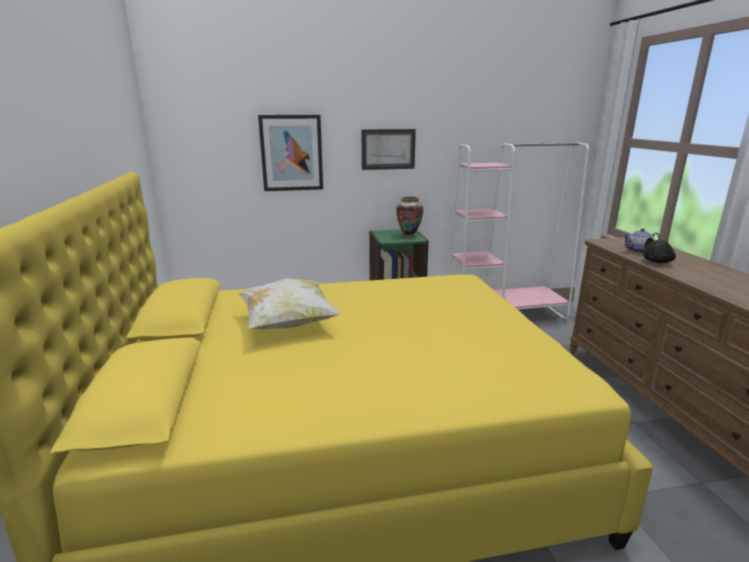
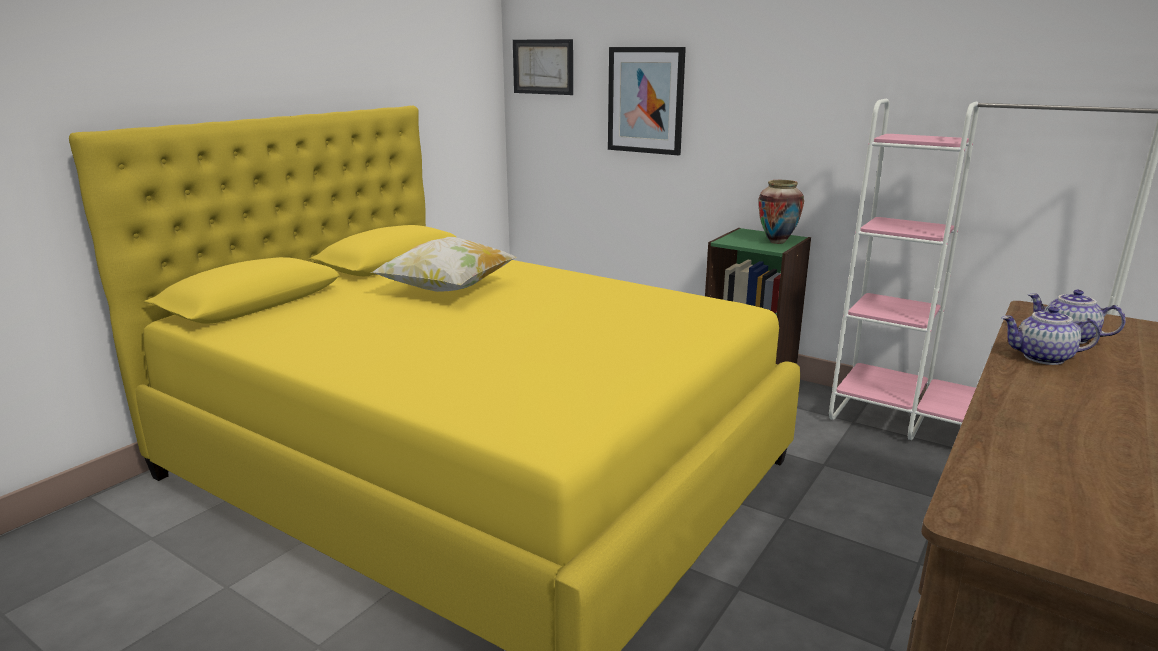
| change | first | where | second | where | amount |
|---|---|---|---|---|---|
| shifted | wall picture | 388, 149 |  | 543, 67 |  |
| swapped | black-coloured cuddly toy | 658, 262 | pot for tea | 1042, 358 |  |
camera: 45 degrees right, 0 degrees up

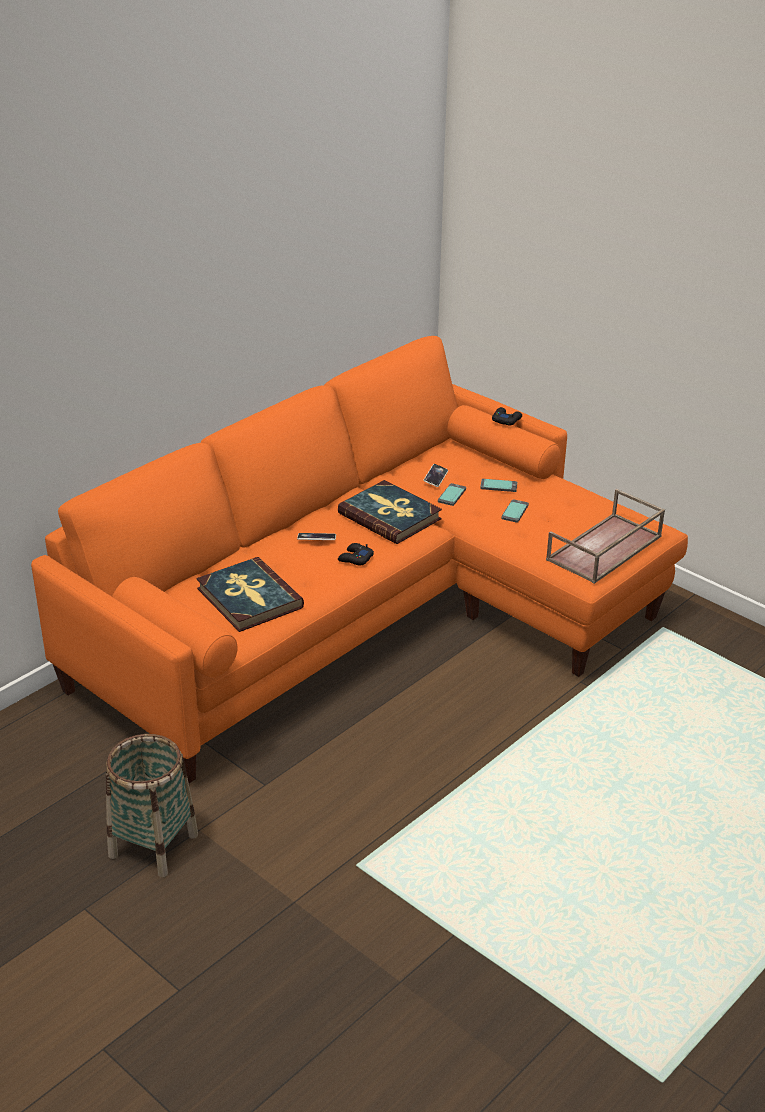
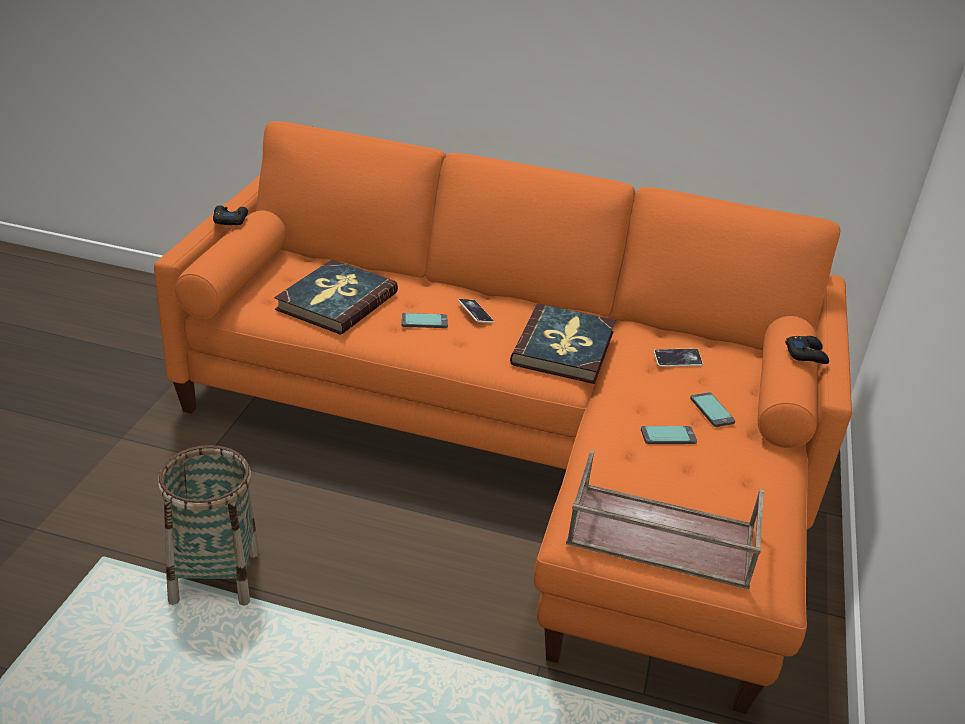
| change | first | where | second | where | amount |
|---|---|---|---|---|---|
| shifted | household basket | 154, 845 |  | 215, 577 |  |
| shifted | black-coloured gamepad | 355, 558 |  | 230, 220 |  |
| shifted | phone | 451, 495 |  | 424, 321 |  |
camera: 60 degrees right, 0 degrees up

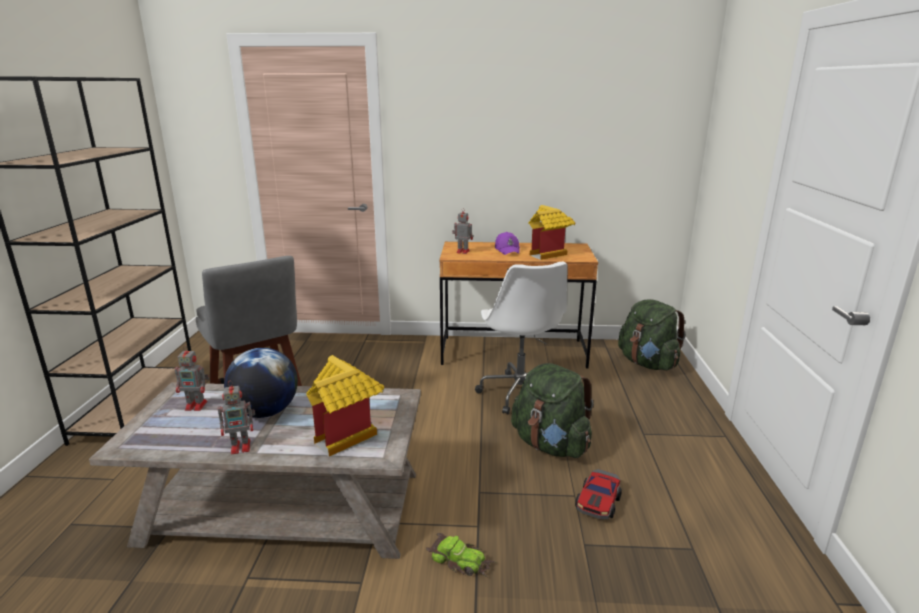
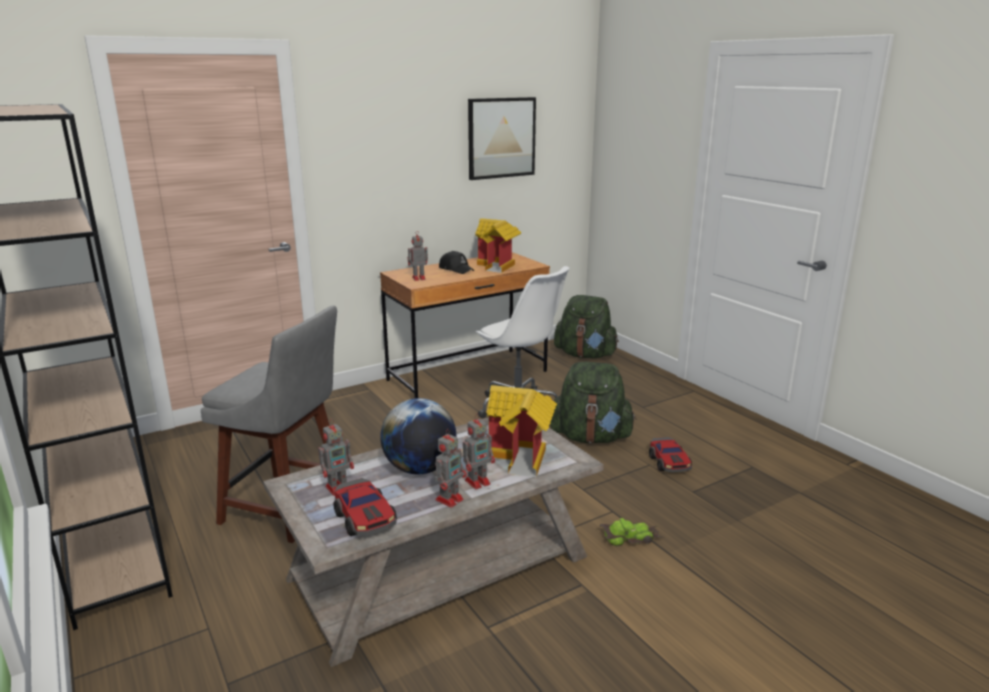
| change | first | where | second | where | amount |
|---|---|---|---|---|---|
| new |  |  | toy car | 365, 518 |  |
| new |  |  | model robot | 478, 481 |  |
| new |  |  | wall picture | 501, 138 |  |
| repainted | purplish cap | 507, 250 | black-coloured cap | 456, 269 |  |
camera: 35 degrees left, 0 degrees up

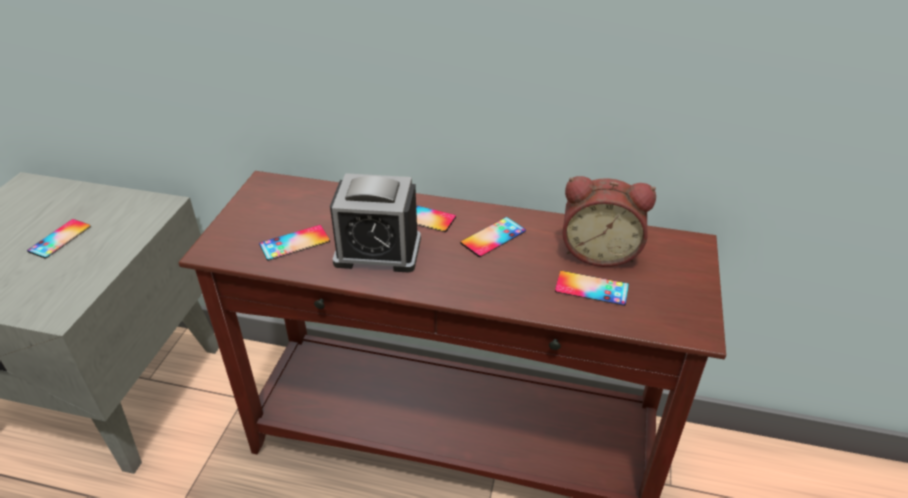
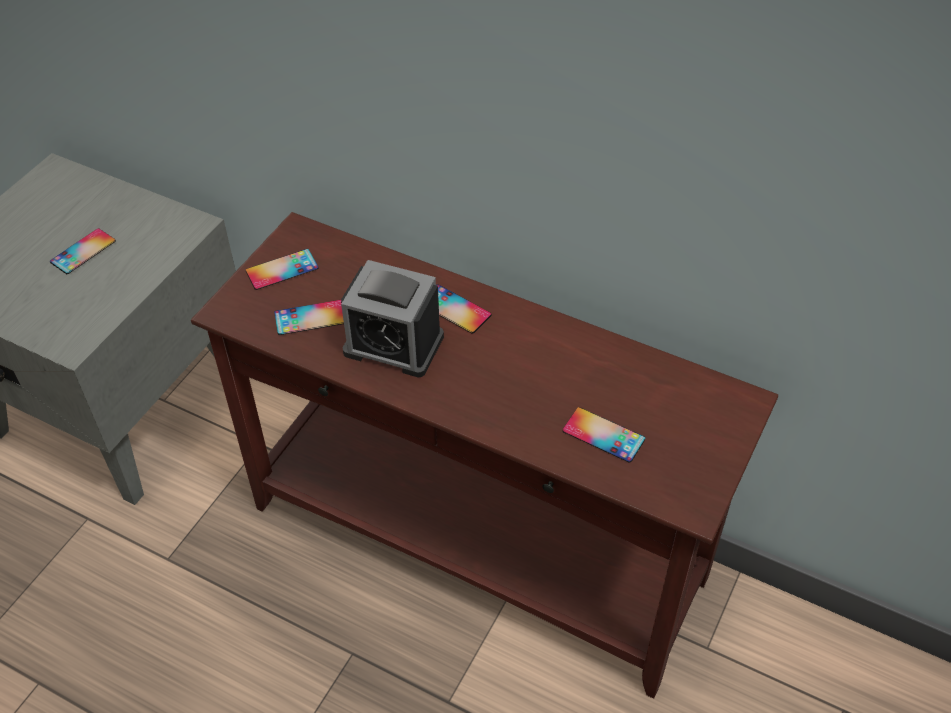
| change | first | where | second | where | amount |
|---|---|---|---|---|---|
| gone | alarm clock | 599, 251 |  |  |  |
| shifted | phone | 493, 237 |  | 282, 269 |  |
camera: 15 degrees right, 10 degrees up

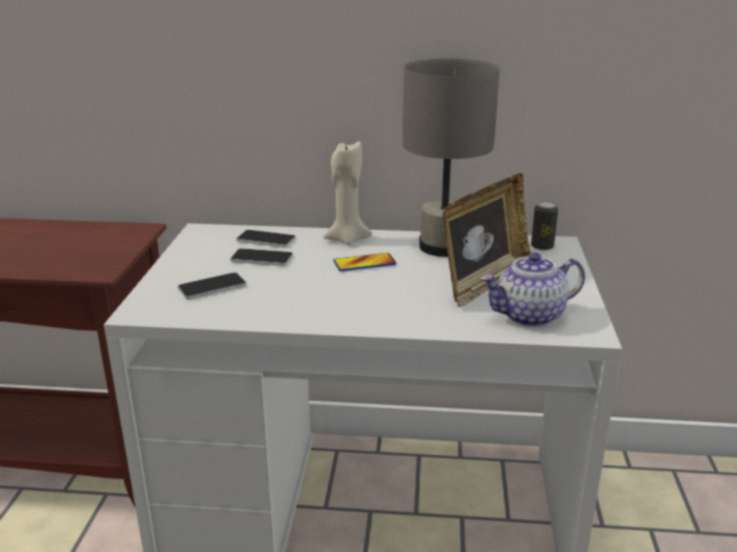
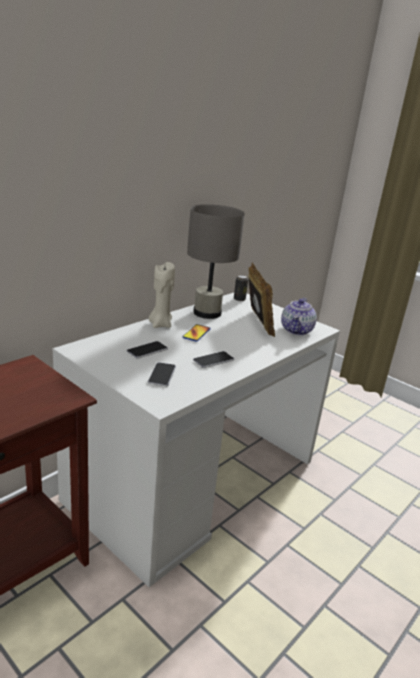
| change | first | where | second | where | amount |
|---|---|---|---|---|---|
| shifted | phone | 266, 240 |  | 213, 360 |  |
camera: 55 degrees left, 0 degrees up

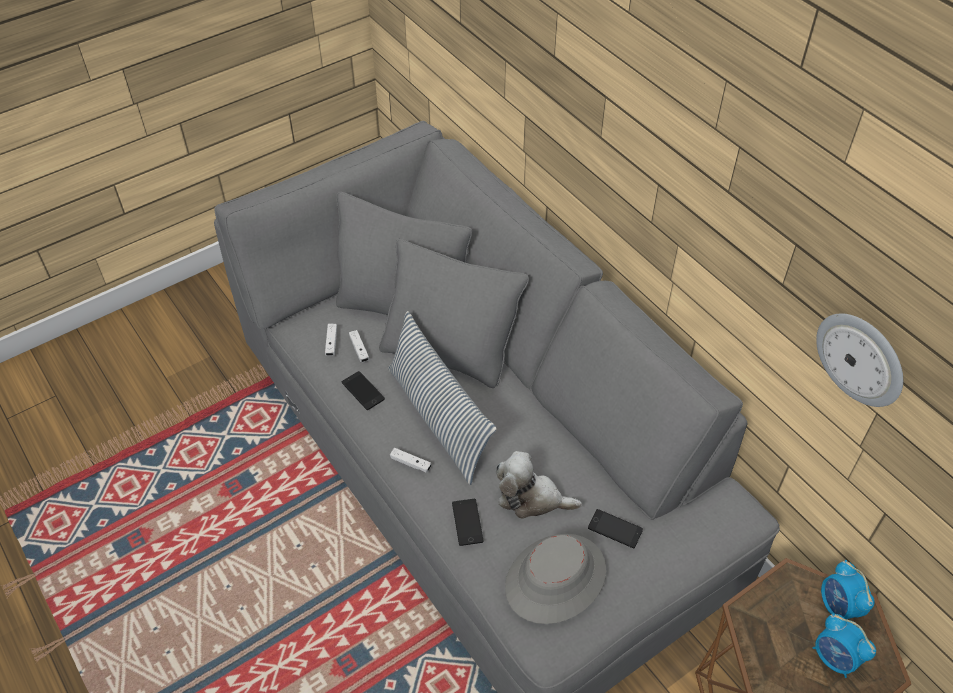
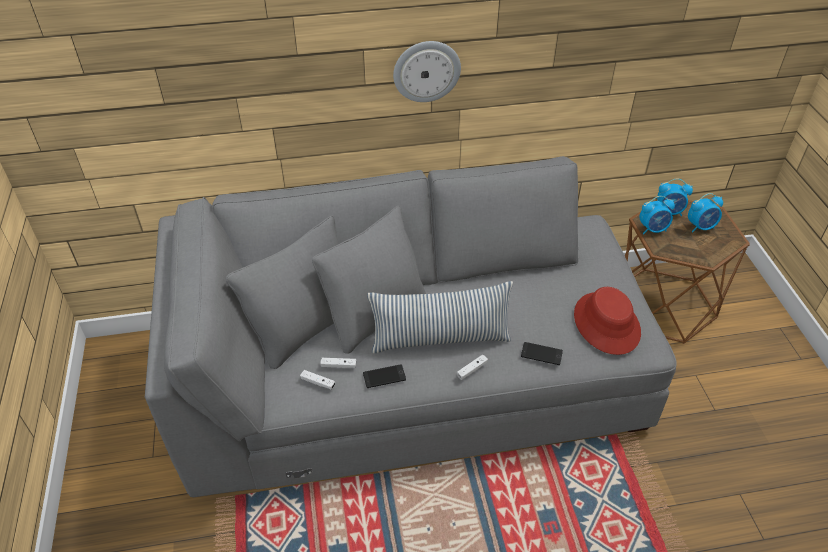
| change | first | where | second | where | amount |
|---|---|---|---|---|---|
| gone | cuddly toy | 531, 498 |  |  |  |
| gone | phone | 615, 529 |  |  |  |
| new |  |  | alarm clock | 653, 229 |  |
| shifted | hanging clock | 861, 358 |  | 426, 71 |  |
| repainted | grey clothing hat | 556, 579 | red-coloured clothing hat | 607, 323 |  |
camera: 65 degrees left, 5 degrees down

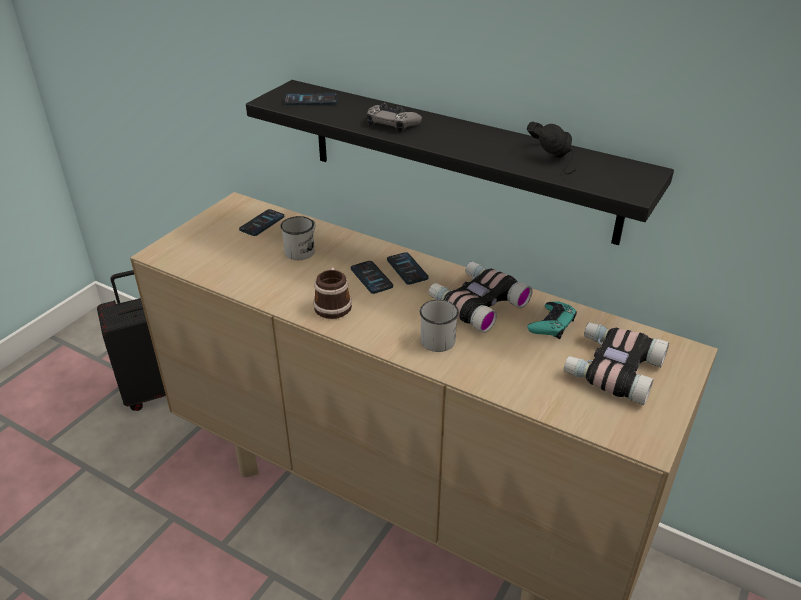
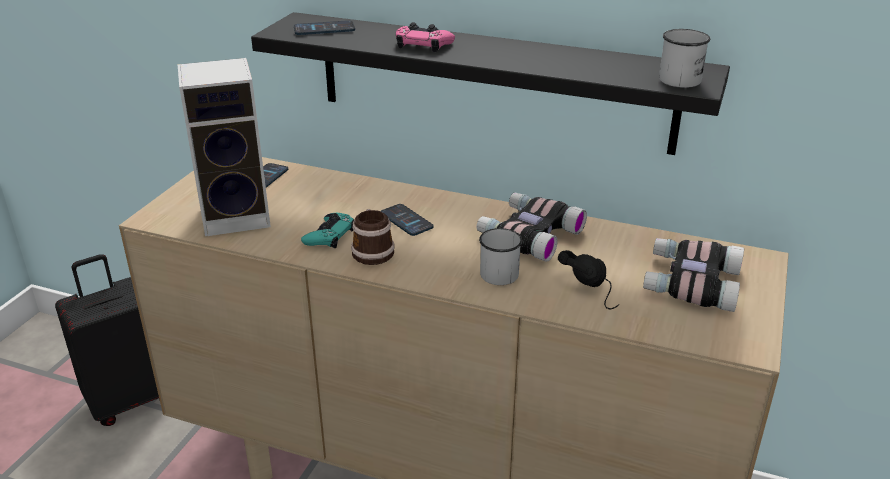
| change | first | where | second | where | amount |
|---|---|---|---|---|---|
| gone | phone | 407, 269 |  |  |  |
| new |  |  | speaker | 238, 216 |  |
| shifted | whitish mug | 303, 250 |  | 680, 77 |  |
| shifted | black-coloured pair of headphones | 559, 159 |  | 594, 288 |  |
| shifted | blue-green gamepad | 552, 324 |  | 329, 235 |  |
| repainted | grey gamepad | 392, 123 | pink-coloured gamepad | 423, 44 |  |
camera: 10 degrees left, 5 degrees down

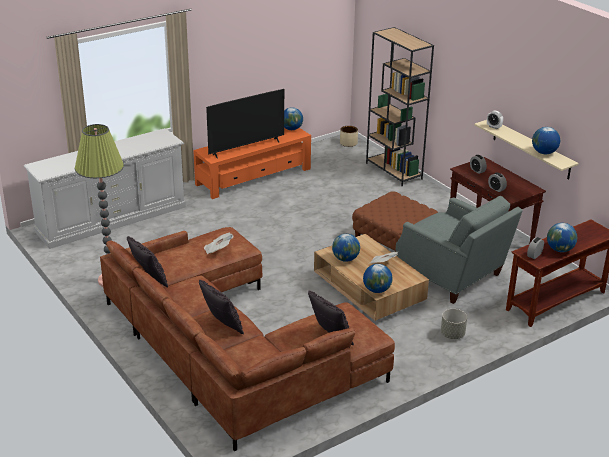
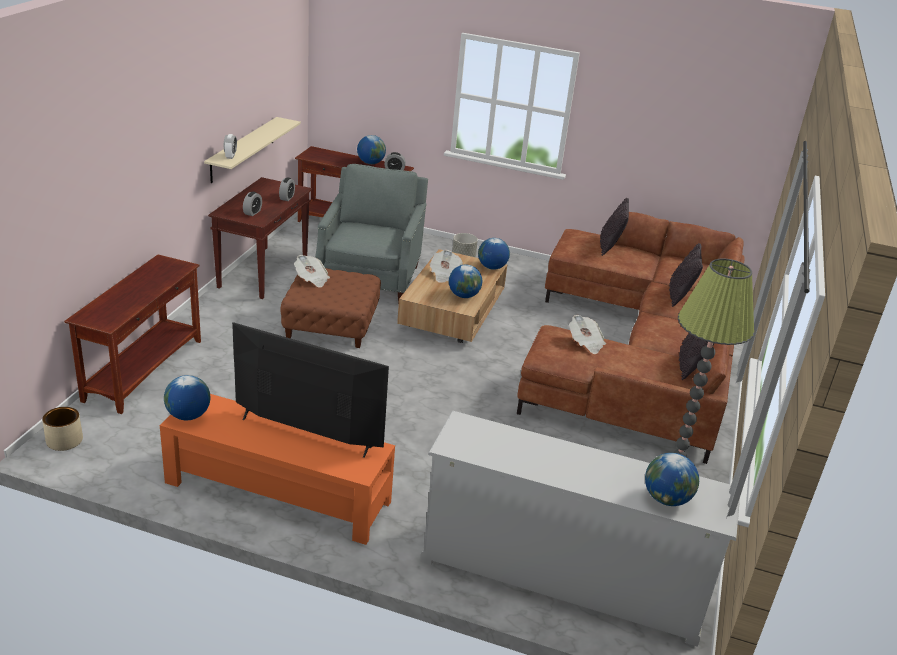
| change | first | where | second | where | amount |
|---|---|---|---|---|---|
| new |  |  | newspaper | 312, 279 |  |
| shifted | globe | 544, 152 |  | 666, 499 |  |
| swapped | bookshelf | 394, 171 | brownish narrow table | 144, 370 |  |
camera: 130 degrees left, 0 degrees up

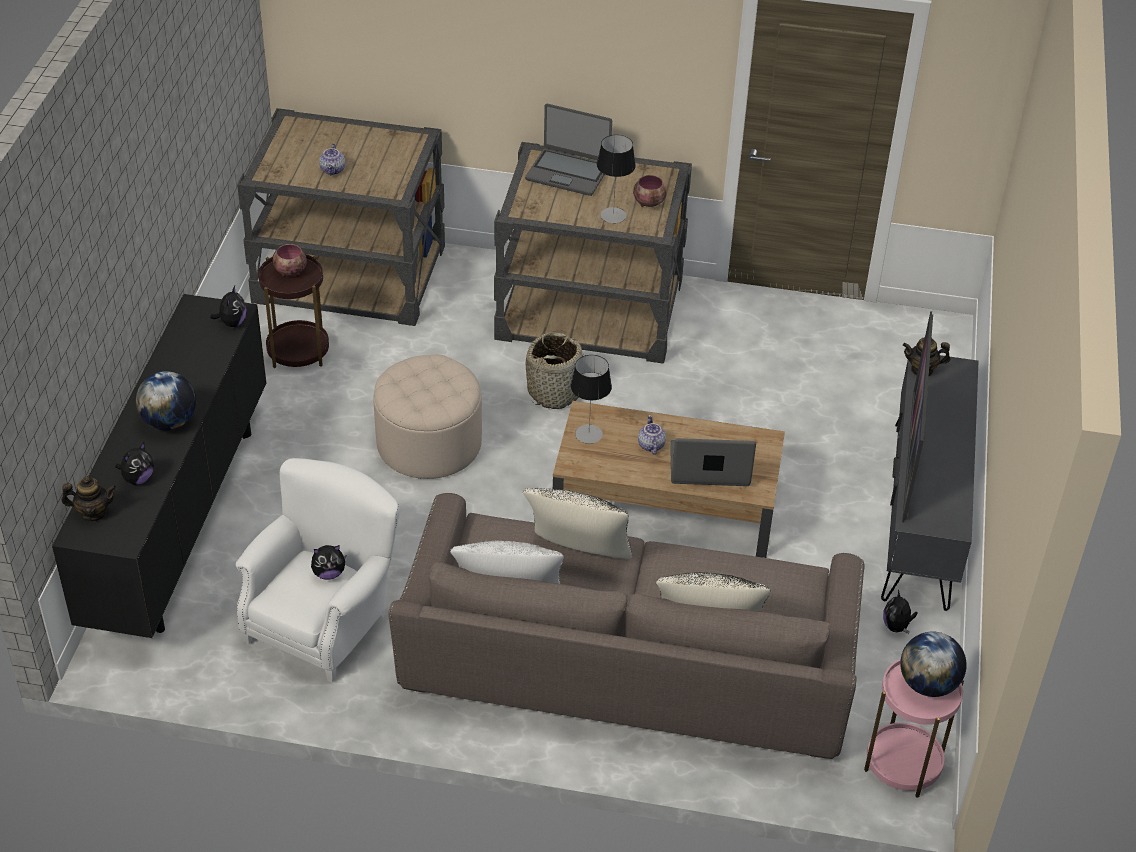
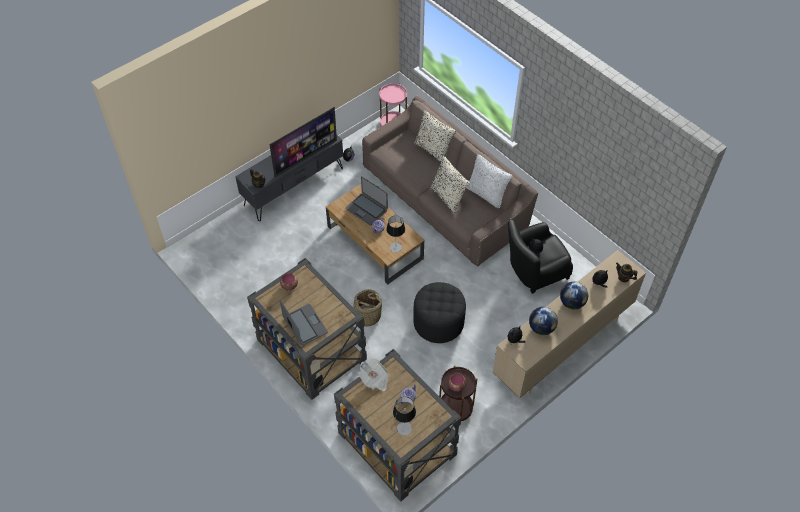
| change | first | where | second | where | amount |
|---|---|---|---|---|---|
| new |  |  | newspaper | 374, 379 |  |
| shifted | table lamp | 613, 215 |  | 404, 428 |  |
| shifted | globe | 928, 684 |  | 541, 328 |  |
| repainted | black-coloured cabinet | 178, 522 | sand-coloured cabinet | 563, 346 |  |
| repainted | whitish easy chair | 323, 619 | black-coloured easy chair | 534, 272 |  |
| repainted | sand-coloured ottoman | 429, 443 | black-coloured ottoman | 438, 322 |  |
camera: 140 degrees left, 10 degrees up

